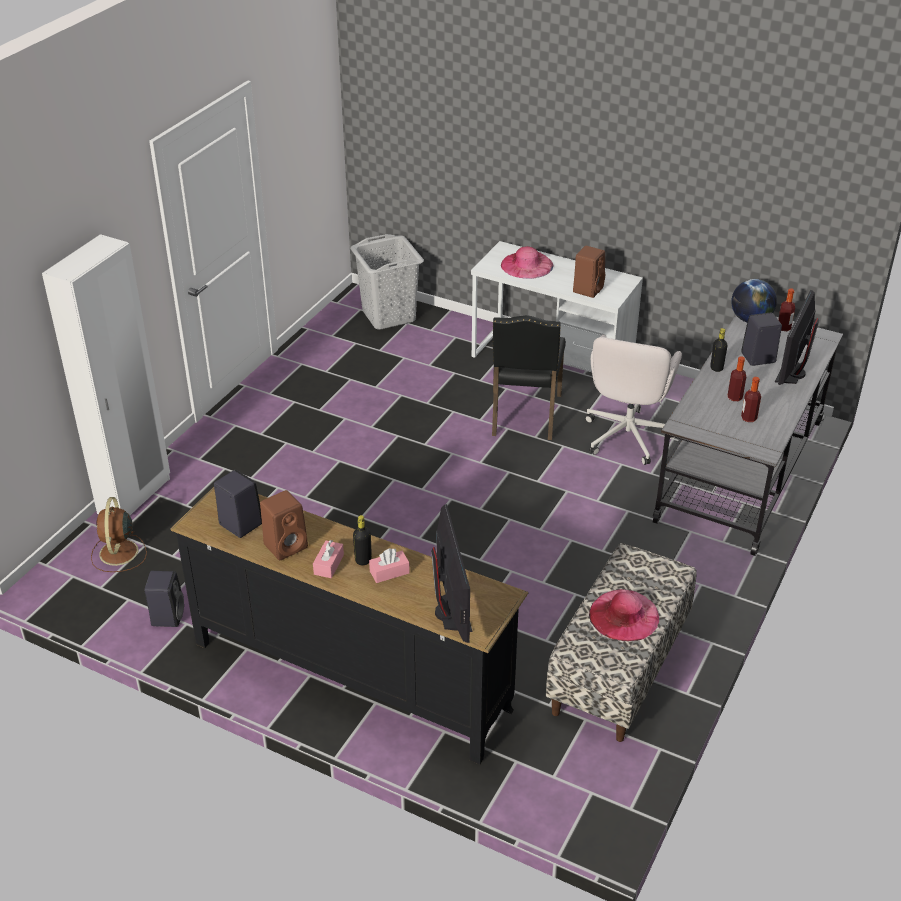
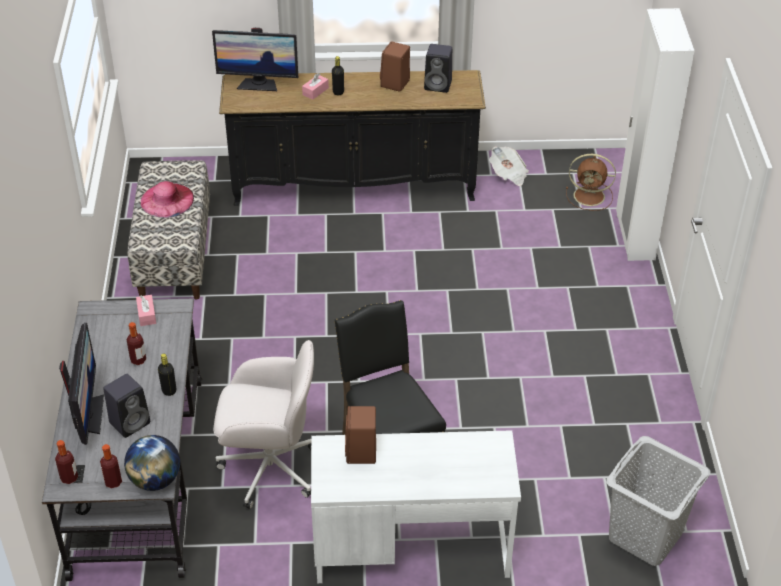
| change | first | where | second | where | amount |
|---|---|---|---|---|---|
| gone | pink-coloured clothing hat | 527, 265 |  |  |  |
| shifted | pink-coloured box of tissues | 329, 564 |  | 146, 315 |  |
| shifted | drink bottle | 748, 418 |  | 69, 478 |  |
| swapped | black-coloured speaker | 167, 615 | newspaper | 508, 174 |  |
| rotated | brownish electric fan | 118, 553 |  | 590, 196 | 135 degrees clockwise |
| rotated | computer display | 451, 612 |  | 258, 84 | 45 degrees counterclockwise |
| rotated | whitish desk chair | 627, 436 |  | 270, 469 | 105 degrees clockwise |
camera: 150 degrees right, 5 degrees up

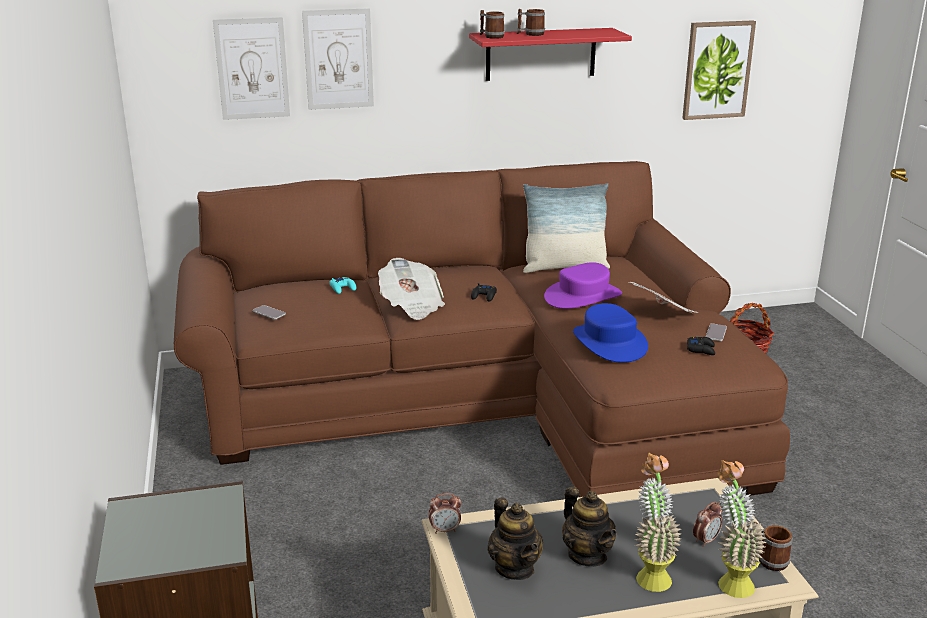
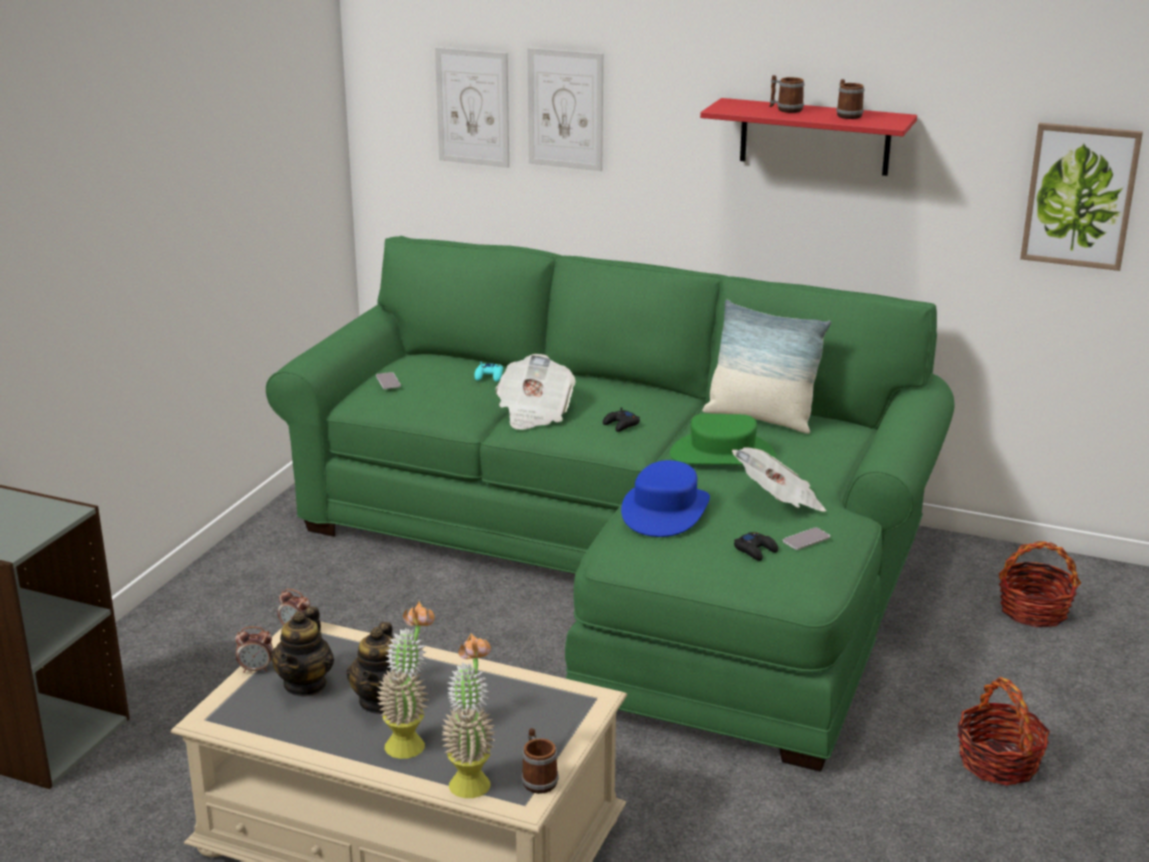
| change | first | where | second | where | amount |
|---|---|---|---|---|---|
| new |  |  | household basket | 998, 762 |  |
| shifted | mug | 491, 36 |  | 846, 115 |  |
| shifted | alarm clock | 706, 540 |  | 256, 669 |  |
| repainted | brownish settee | 487, 401 | green settee | 632, 560 |  |
| repainted | purplish clothing hat | 583, 296 | green clothing hat | 722, 455 |  |
camera: 35 degrees right, 0 degrees up

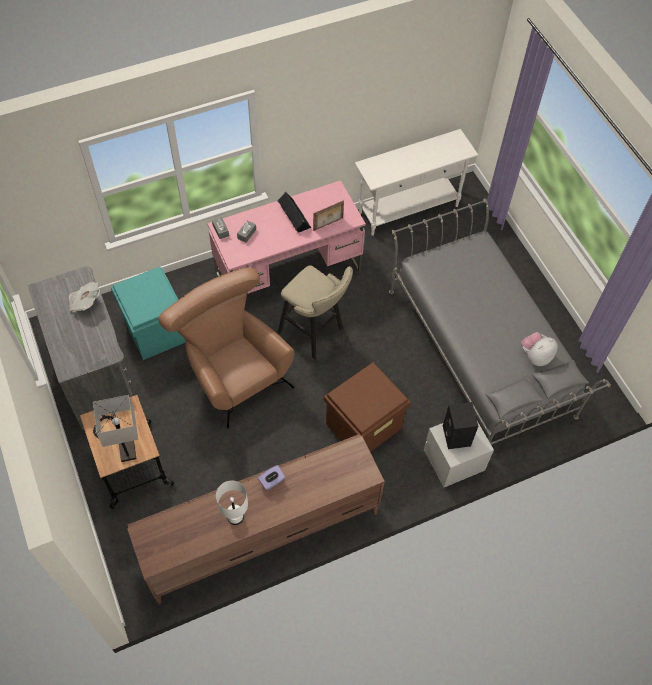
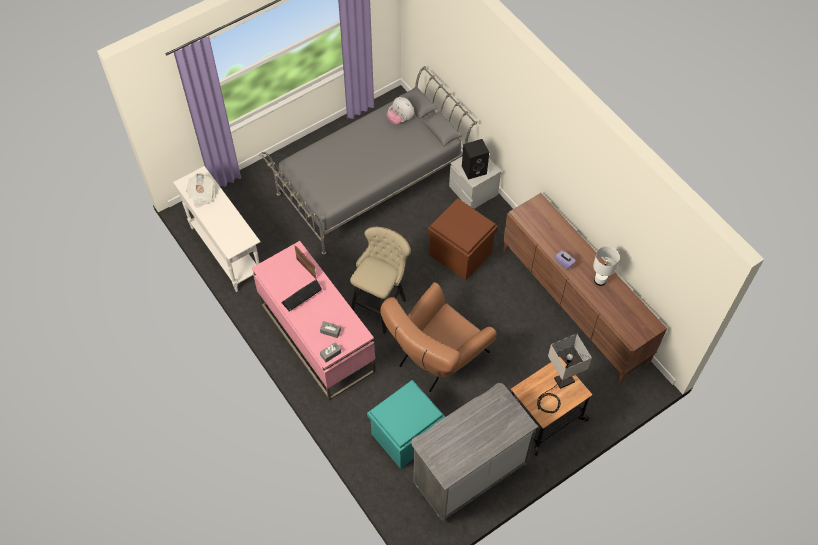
| change | first | where | second | where | amount |
|---|---|---|---|---|---|
| shifted | newspaper | 85, 302 |  | 201, 195 |  |
camera: 100 degrees left, 0 degrees up

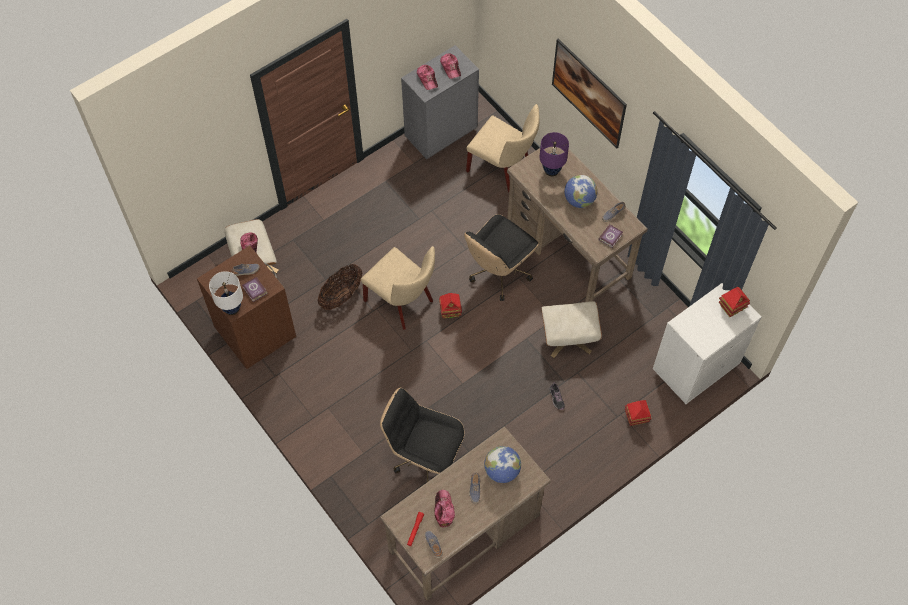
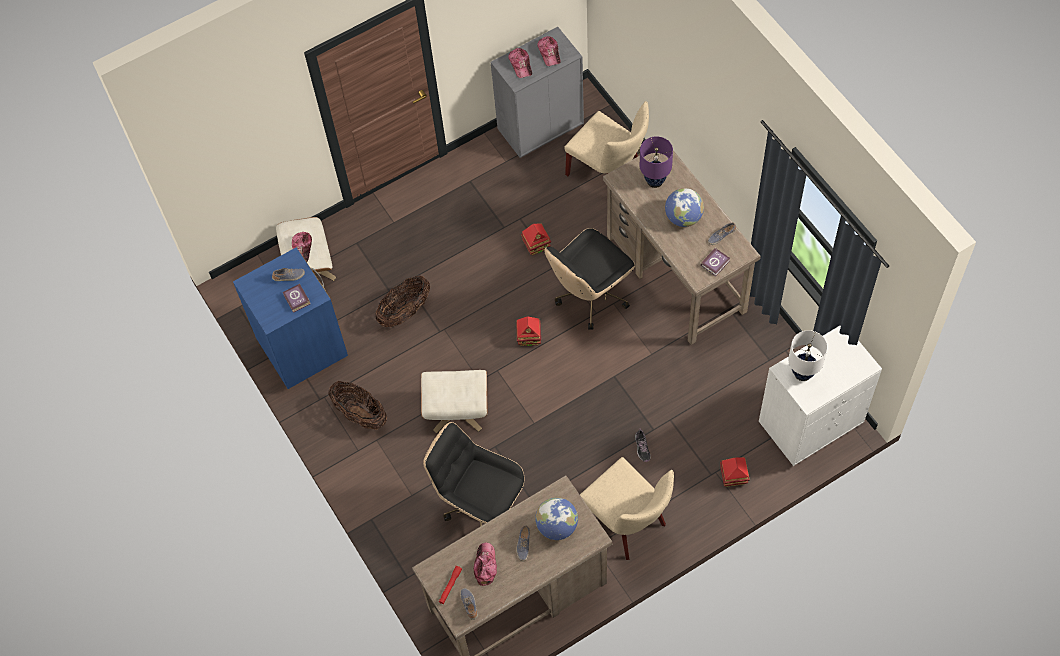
| change | first | where | second | where | amount |
|---|---|---|---|---|---|
| gone | wall picture | 587, 104 |  |  |  |
| new |  |  | household basket | 360, 414 |  |
| shifted | whitish table lamp | 232, 308 |  | 803, 373 |  |
| shifted | sand-coloured plain chair | 402, 302 |  | 627, 523 |  |
| shifted | sand-coloured ottoman | 568, 337 |  | 457, 410 |  |
| shifted | model house | 731, 307 |  | 536, 246 |  |
| repainted | brownish drawer chest | 256, 334 | blue drawer chest | 303, 349 |  |
camera: 10 degrees right, 0 degrees up

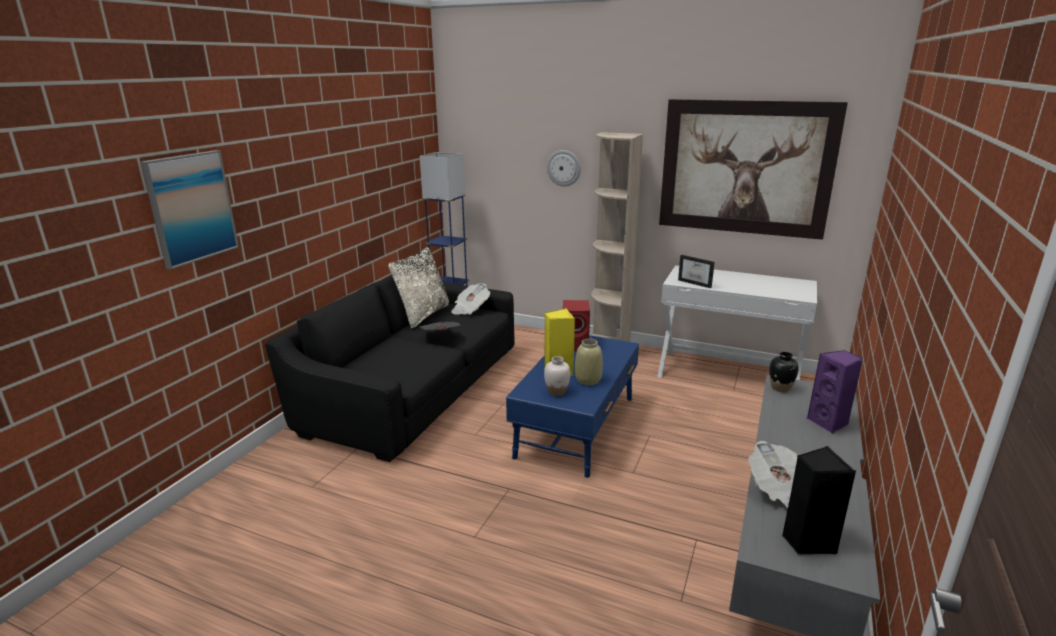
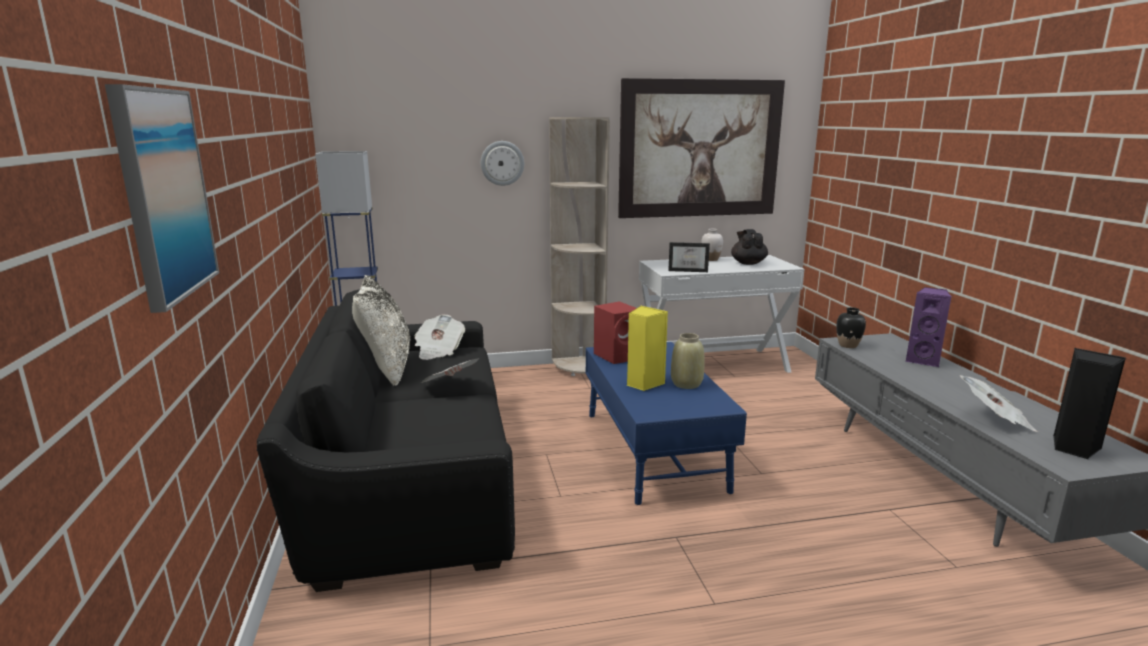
| change | first | where | second | where | amount |
|---|---|---|---|---|---|
| new |  |  | black-coloured pot for tea | 748, 263 |  |
| shifted | whitish flower vase | 557, 392 |  | 711, 259 |  |
camera: 35 degrees left, 5 degrees down

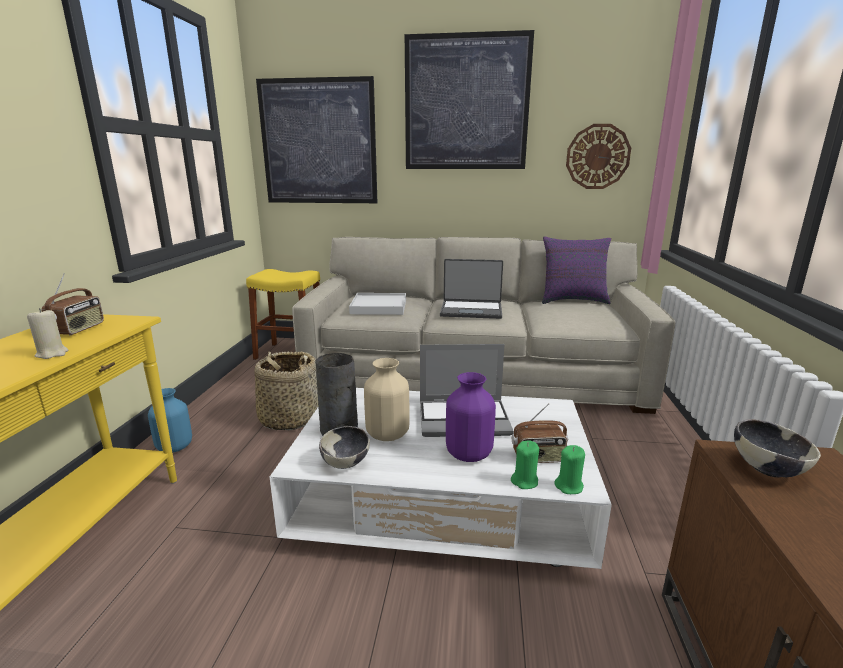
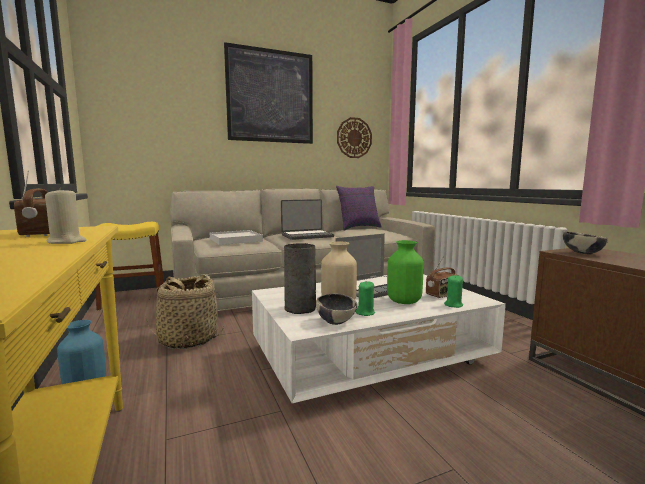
| change | first | where | second | where | amount |
|---|---|---|---|---|---|
| gone | wall picture | 319, 142 |  |  |  |
| shifted | green wax candle | 569, 486 |  | 365, 312 |  |
| repainted | purplish flower vase | 468, 453 | green flower vase | 403, 301 |  |
camera: 30 degrees left, 10 degrees down

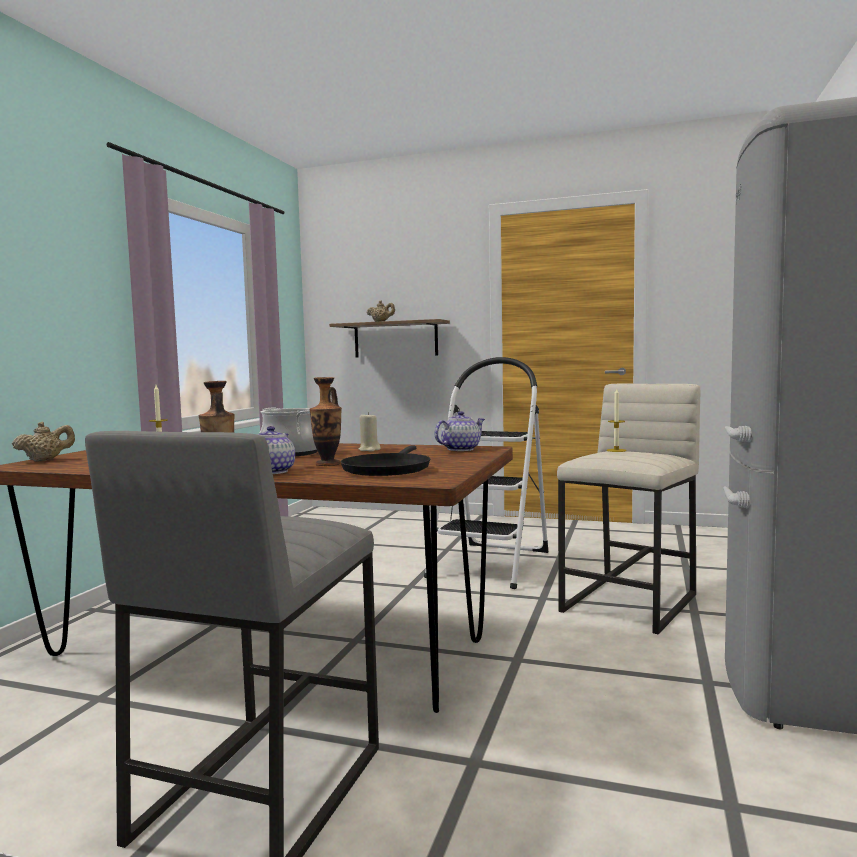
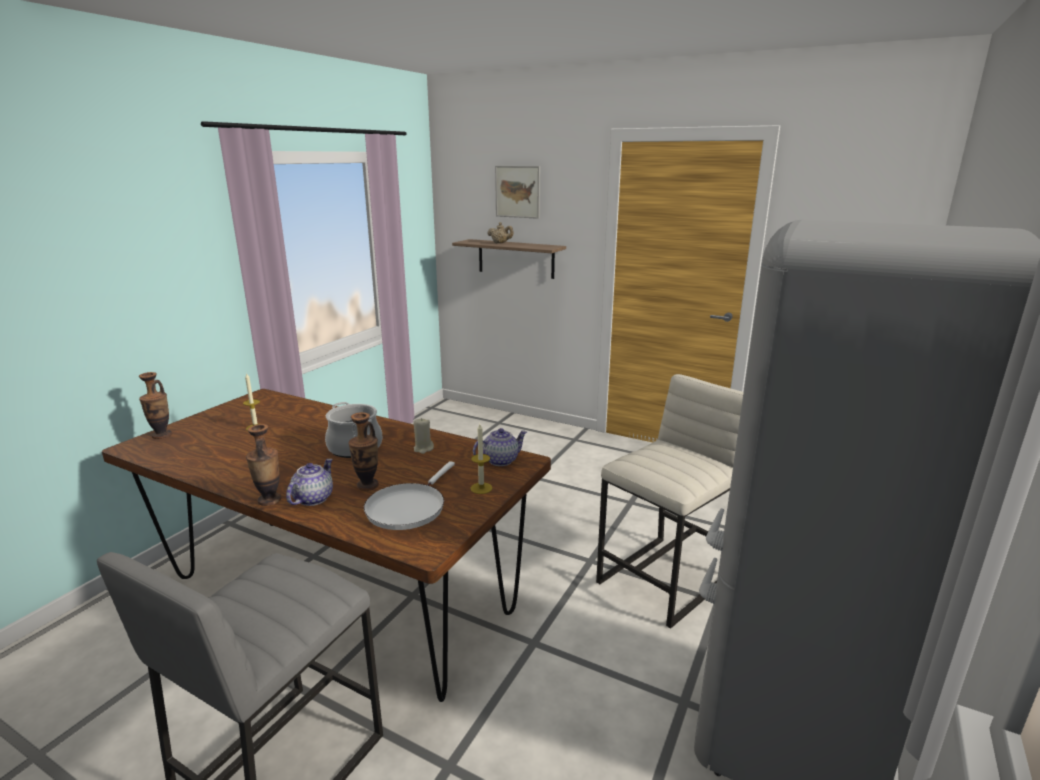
| change | first | where | second | where | amount |
|---|---|---|---|---|---|
| gone | stepladder | 492, 563 |  |  |  |
| new |  |  | wall picture | 517, 191 |  |
| shifted | wax candle | 616, 450 |  | 481, 488 |  |
| swapped | sand-coloured pot for tea | 45, 460 | flower vase | 162, 435 |  |
| repainted | black-coloured frying pan | 387, 469 | whitish frying pan | 408, 508 |  |
camera: 10 degrees right, 15 degrees up

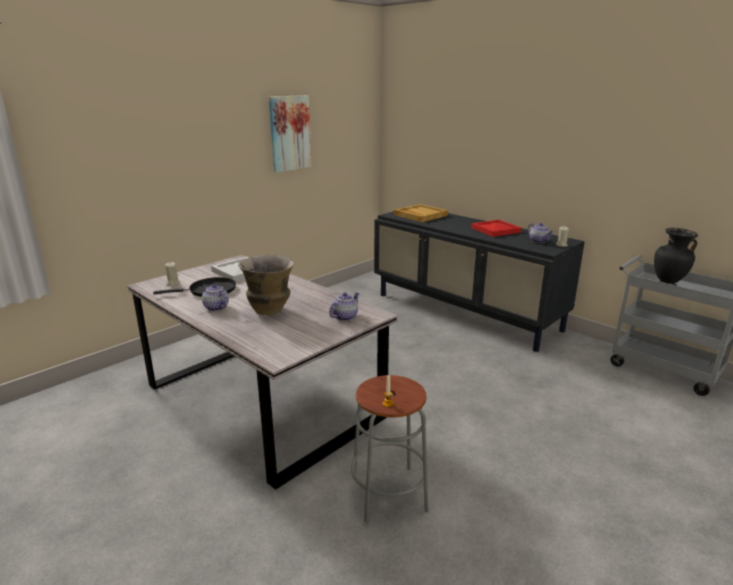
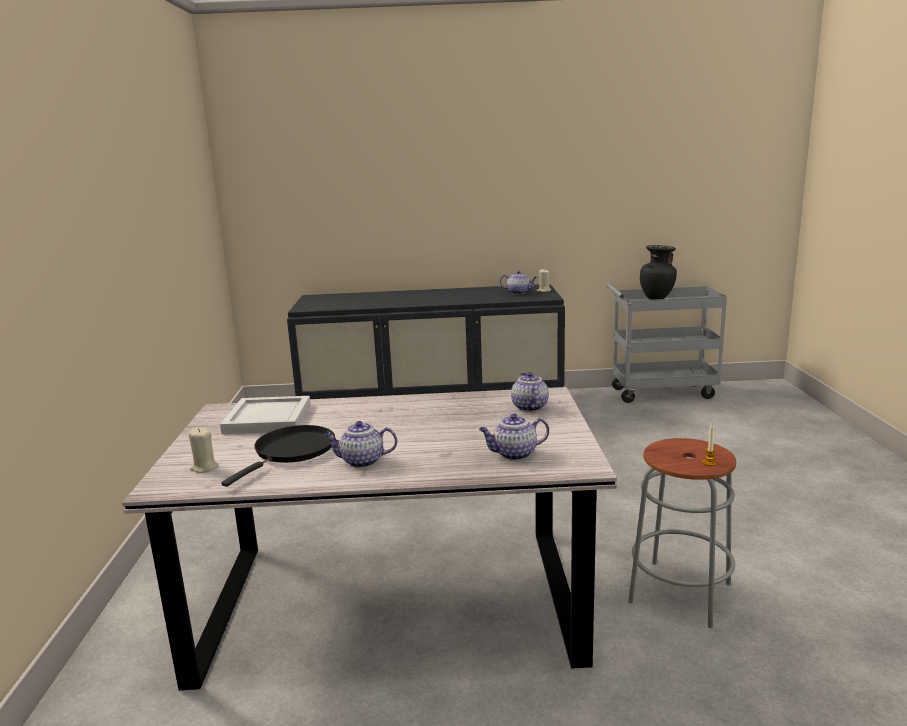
| change | first | where | second | where | amount |
|---|---|---|---|---|---|
| gone | flower vase | 270, 310 |  |  |  |
| gone | wall picture | 289, 133 |  |  |  |
| gone | sand-coloured tray | 420, 215 |  |  |  |
| gone | red-coloured tray | 495, 230 |  |  |  |
| new |  |  | pot for tea | 514, 454 |  |
camera: 45 degrees left, 5 degrees down

